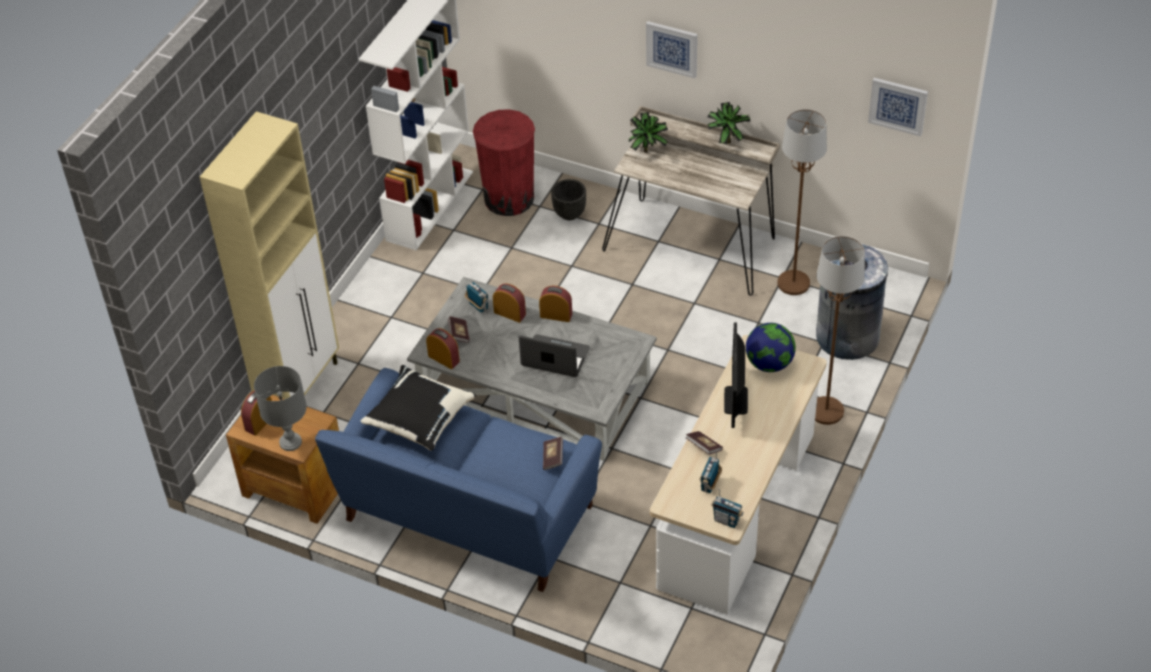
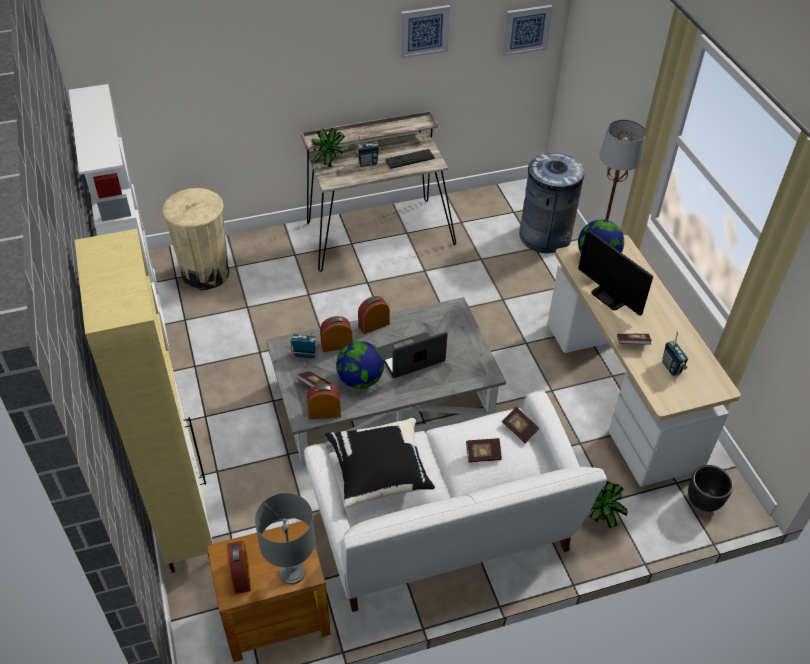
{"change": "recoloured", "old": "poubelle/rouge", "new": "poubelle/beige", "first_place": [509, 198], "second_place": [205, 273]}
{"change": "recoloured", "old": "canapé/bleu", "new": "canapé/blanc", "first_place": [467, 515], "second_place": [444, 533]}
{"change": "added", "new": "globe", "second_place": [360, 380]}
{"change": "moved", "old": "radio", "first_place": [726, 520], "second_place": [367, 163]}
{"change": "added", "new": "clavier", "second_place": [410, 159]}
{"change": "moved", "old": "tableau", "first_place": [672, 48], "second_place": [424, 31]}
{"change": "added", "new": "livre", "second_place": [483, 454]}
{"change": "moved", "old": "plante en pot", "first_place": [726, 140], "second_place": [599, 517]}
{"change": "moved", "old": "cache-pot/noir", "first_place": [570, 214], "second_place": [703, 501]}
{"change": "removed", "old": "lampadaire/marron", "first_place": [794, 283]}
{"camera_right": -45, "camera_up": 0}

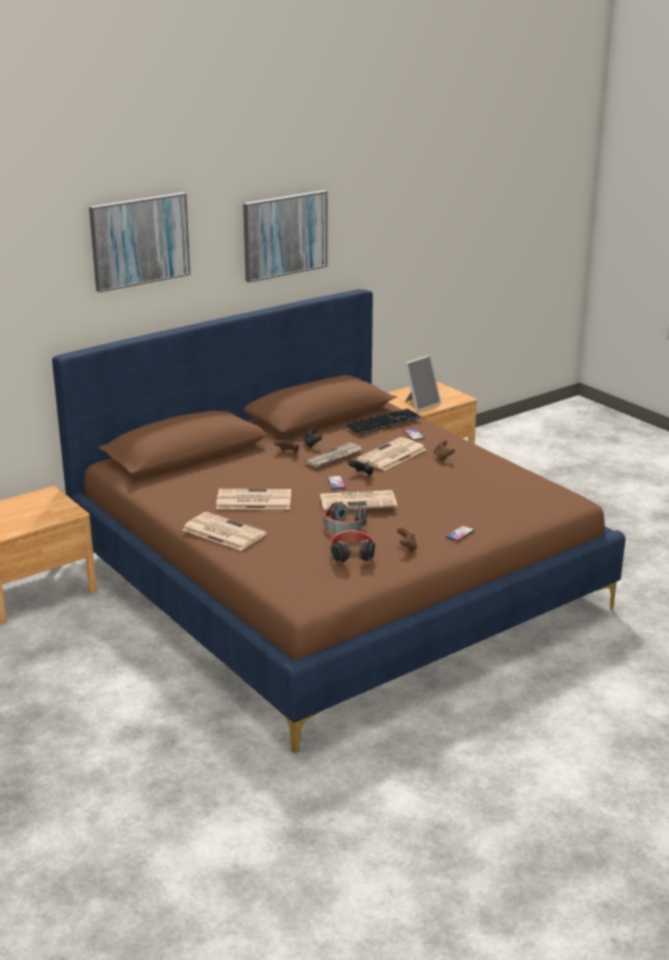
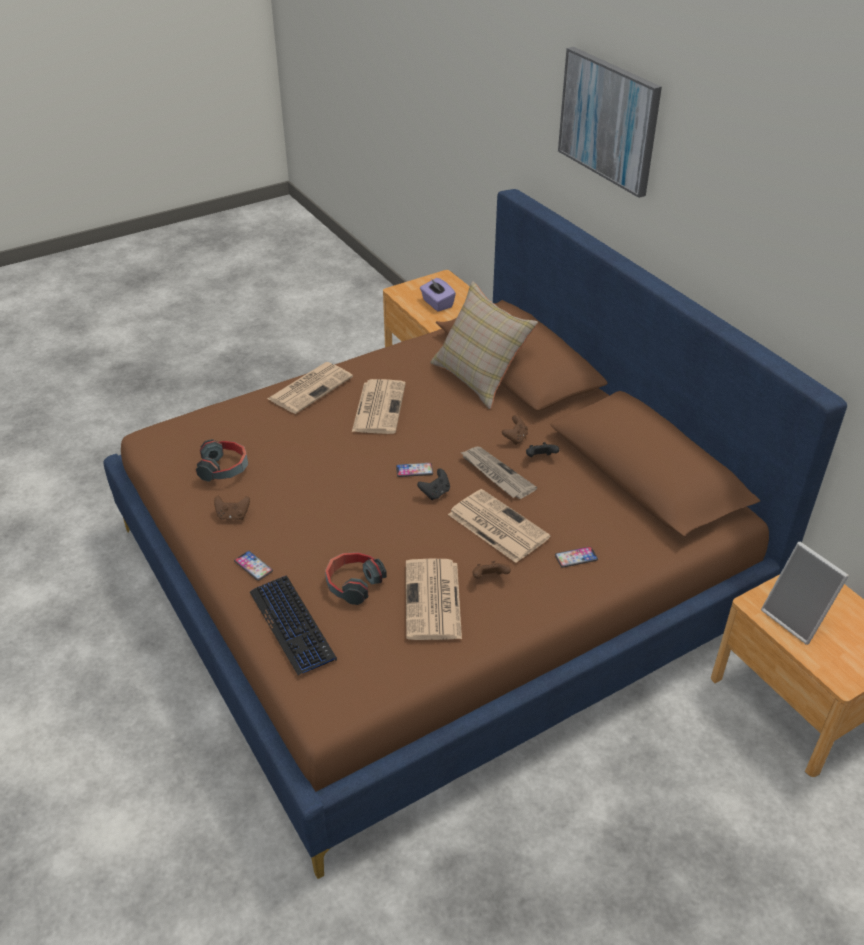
{"change": "moved", "old": "clavier", "first_place": [383, 423], "second_place": [293, 625]}
{"change": "moved", "old": "casque audio", "first_place": [344, 527], "second_place": [353, 584]}
{"change": "moved", "old": "journal", "first_place": [359, 501], "second_place": [433, 601]}
{"change": "added", "new": "boîte à mouchoirs/violet", "second_place": [437, 304]}
{"change": "added", "new": "coussin/beige", "second_place": [479, 377]}
{"change": "removed", "old": "tableau", "first_place": [284, 235]}
{"camera_right": 95, "camera_up": 15}

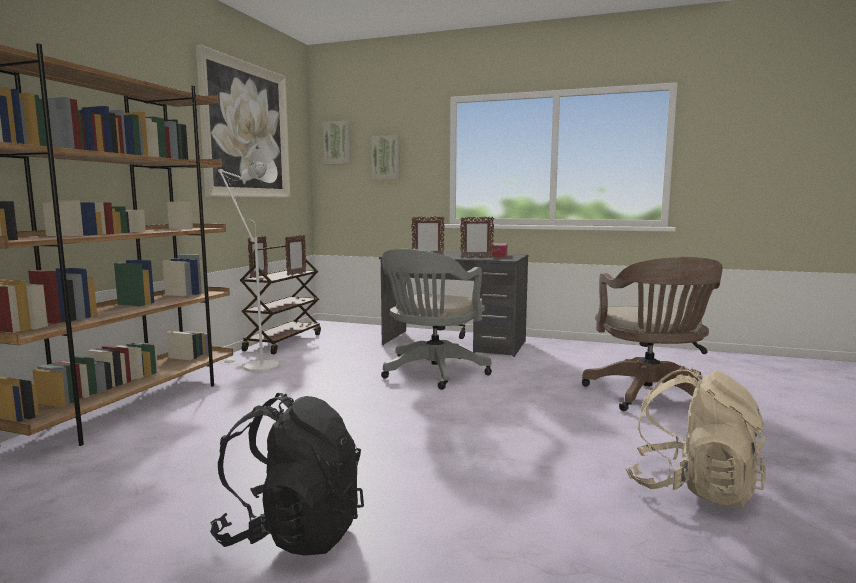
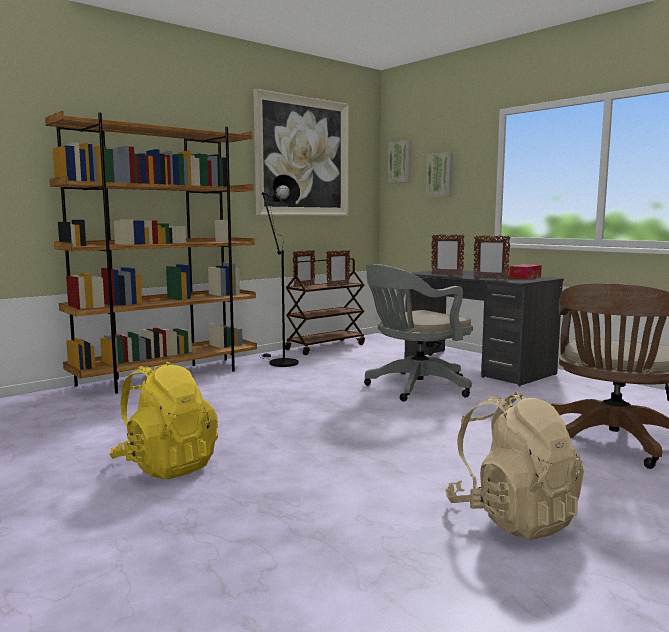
{"change": "recoloured", "old": "sac à dos/noir", "new": "sac à dos/jaune", "first_place": [293, 533], "second_place": [166, 466]}
{"change": "recoloured", "old": "lampadaire/blanc", "new": "lampadaire/noir", "first_place": [255, 366], "second_place": [280, 362]}
{"camera_right": 30, "camera_up": 0}

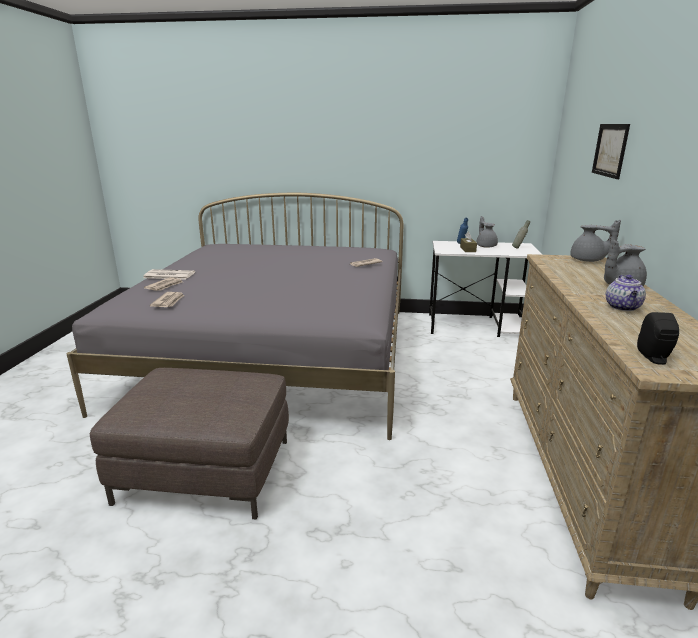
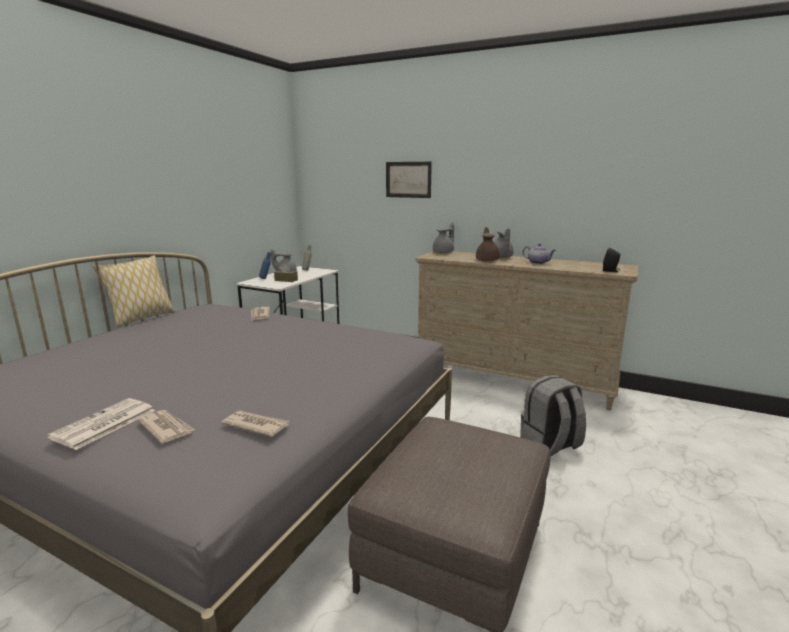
{"change": "added", "new": "coussin", "second_place": [141, 319]}
{"change": "added", "new": "théière/marron", "second_place": [487, 260]}
{"change": "added", "new": "sac à dos/gris", "second_place": [550, 445]}
{"camera_right": -70, "camera_up": -5}

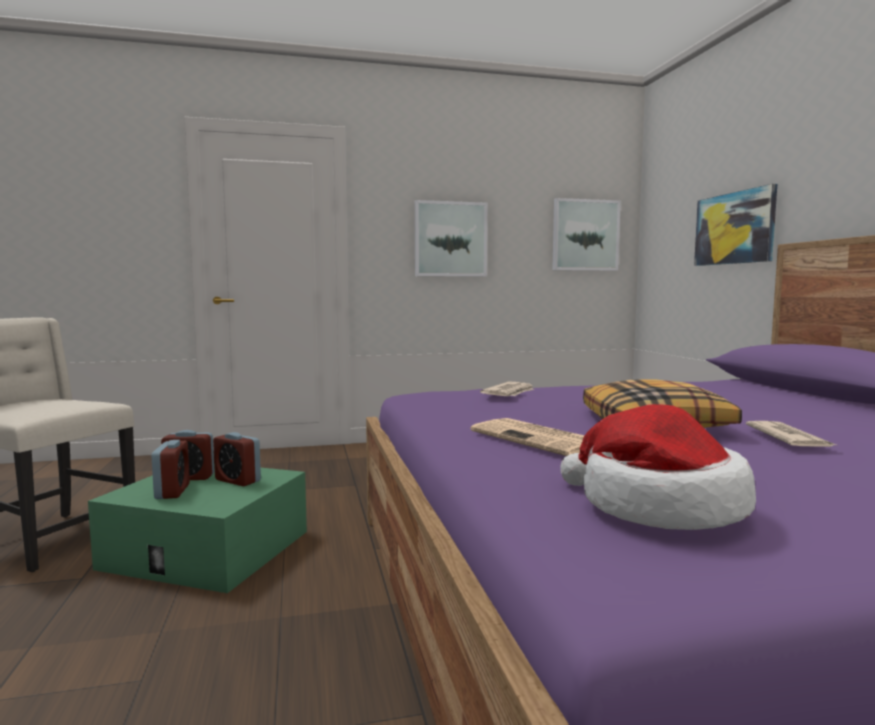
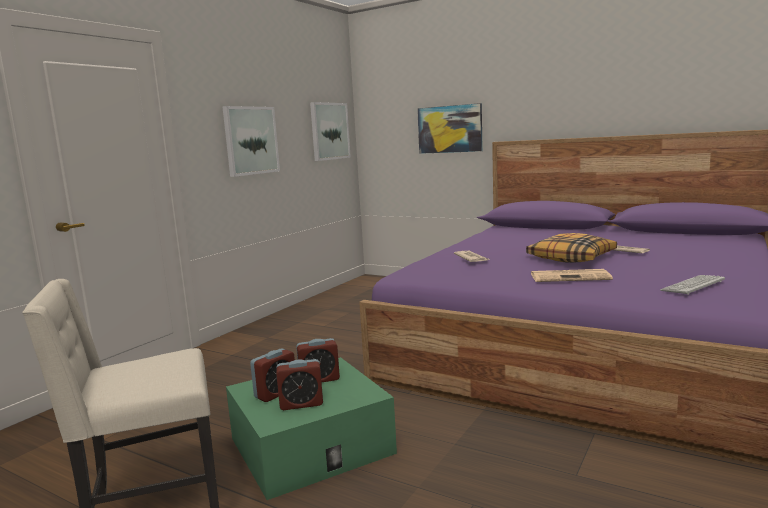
{"change": "turned", "old": "réveil", "first_place": [172, 491], "second_place": [301, 404], "degrees": 135}
{"change": "replaced", "old": "chapeau", "new": "clavier", "first_place": [657, 506], "second_place": [692, 285]}
{"camera_right": -45, "camera_up": 5}

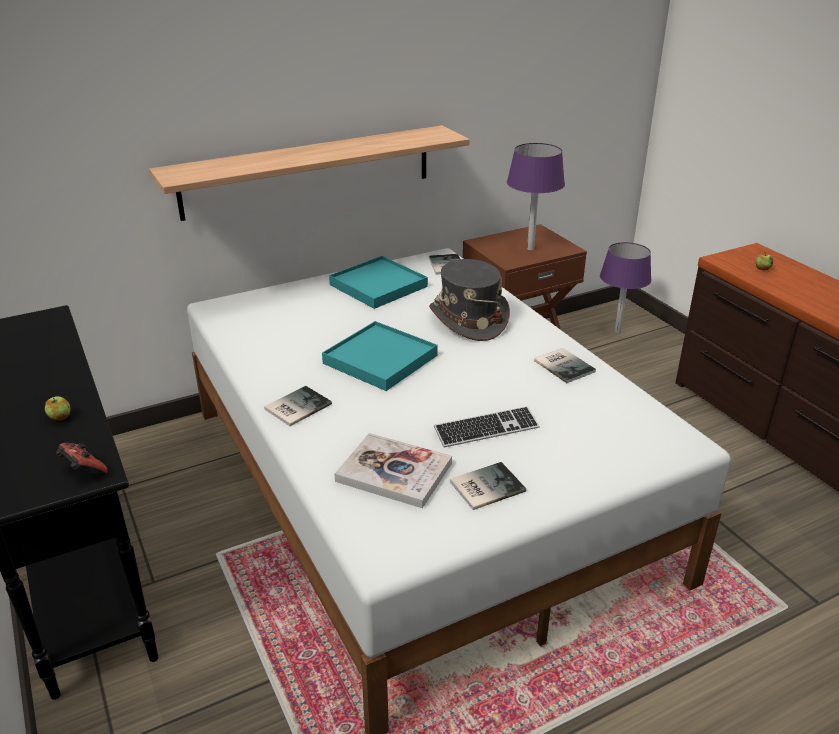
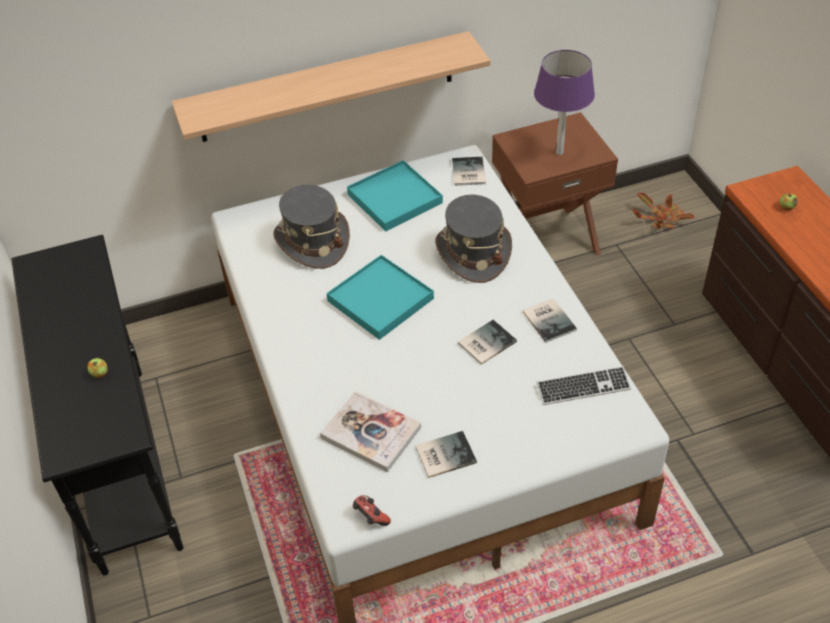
{"change": "added", "new": "chapeau/gris", "second_place": [312, 241]}
{"change": "moved", "old": "manette", "first_place": [83, 471], "second_place": [370, 517]}
{"change": "moved", "old": "livre", "first_place": [295, 407], "second_place": [485, 342]}
{"change": "moved", "old": "clavier", "first_place": [486, 429], "second_place": [583, 387]}
{"change": "replaced", "old": "lampe de table/violet", "new": "plante en pot", "first_place": [617, 332], "second_place": [661, 219]}
{"camera_right": 10, "camera_up": 15}

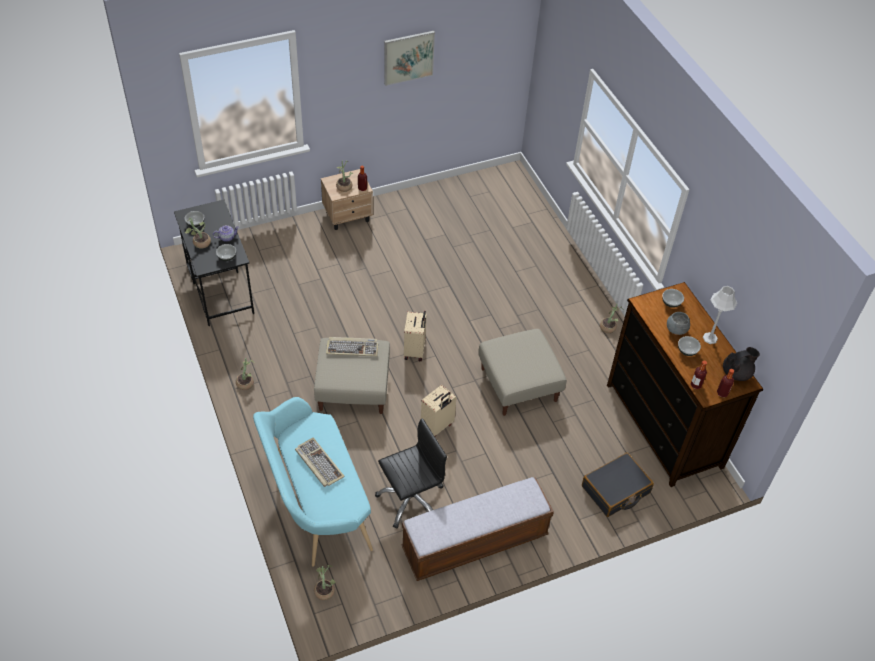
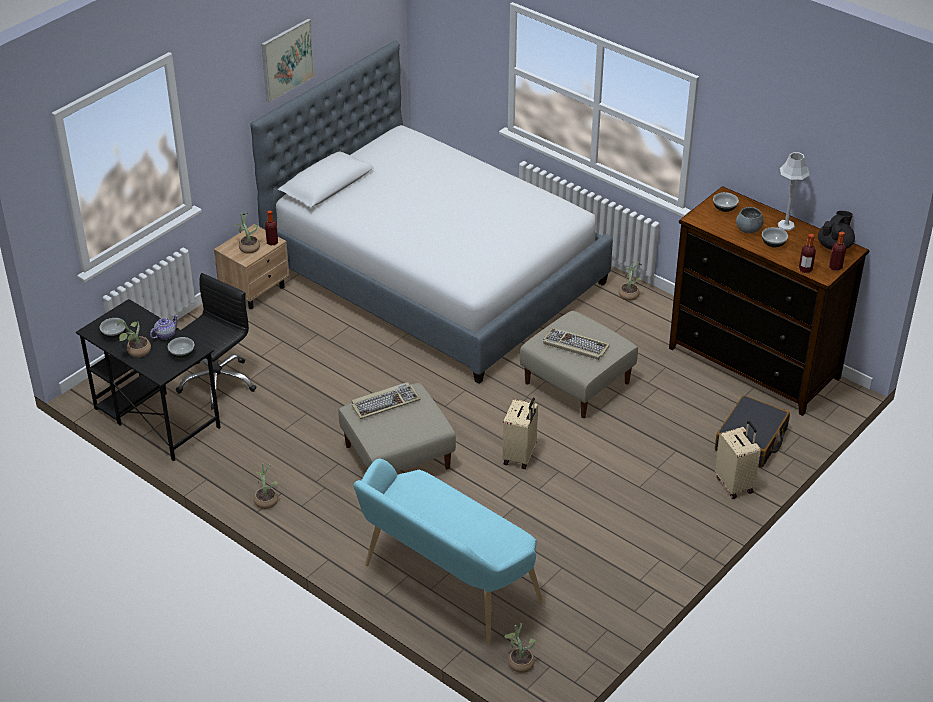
{"change": "moved", "old": "chaise de bureau/noir", "first_place": [411, 499], "second_place": [217, 383]}
{"change": "added", "new": "lit", "second_place": [435, 274]}
{"change": "moved", "old": "clavier", "first_place": [318, 463], "second_place": [574, 345]}
{"change": "moved", "old": "valise/beige", "first_place": [415, 351], "second_place": [735, 484]}
{"change": "removed", "old": "banc", "first_place": [474, 542]}
{"camera_right": -25, "camera_up": -10}

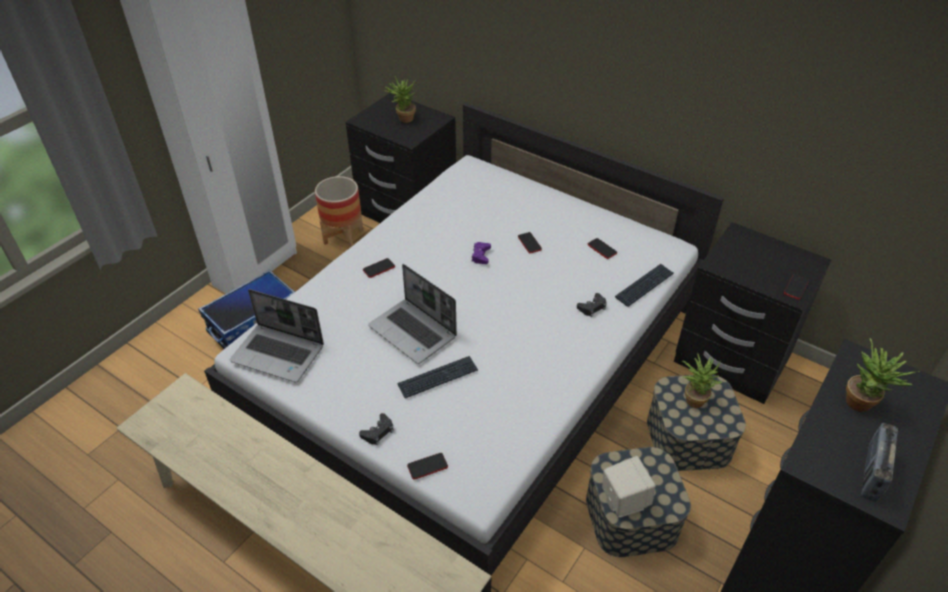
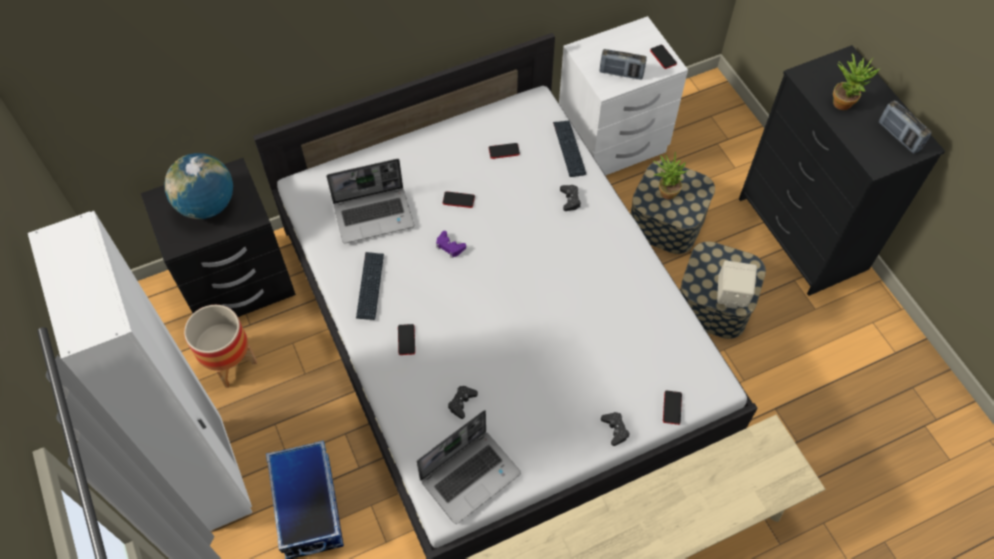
{"change": "replaced", "old": "plante en pot", "new": "globe", "first_place": [403, 119], "second_place": [207, 205]}
{"change": "moved", "old": "ordinateur portable", "first_place": [414, 332], "second_place": [374, 215]}
{"change": "moved", "old": "clavier", "first_place": [438, 378], "second_place": [370, 286]}
{"change": "added", "new": "manette/noir", "second_place": [462, 402]}
{"change": "recoloured", "old": "table de chevet/noir", "new": "table de chevet/blanc", "first_place": [731, 360], "second_place": [612, 144]}
{"change": "added", "new": "radio", "second_place": [621, 73]}
{"camera_right": -60, "camera_up": 15}

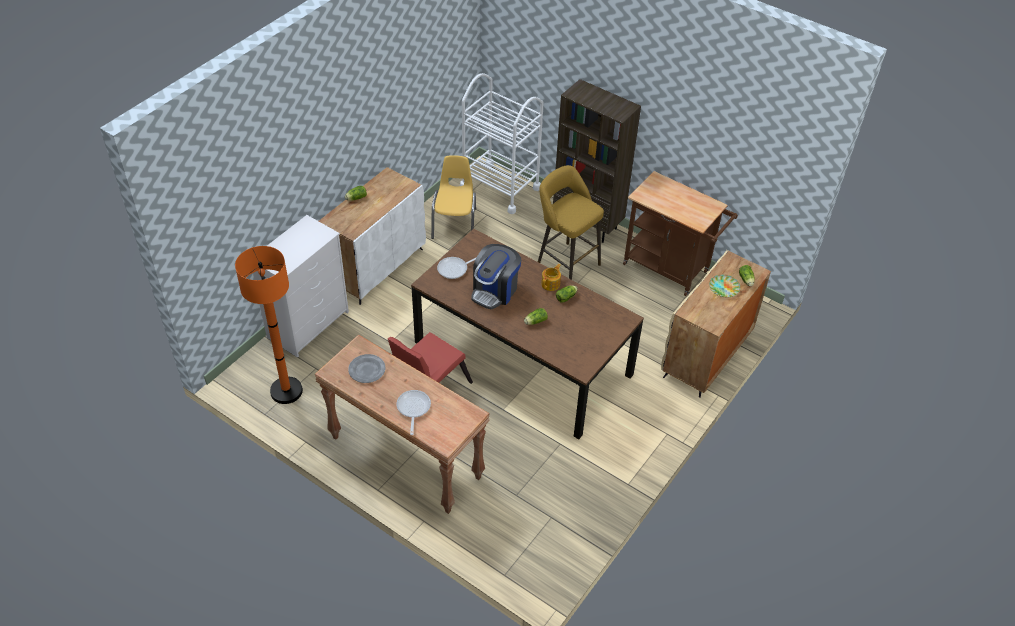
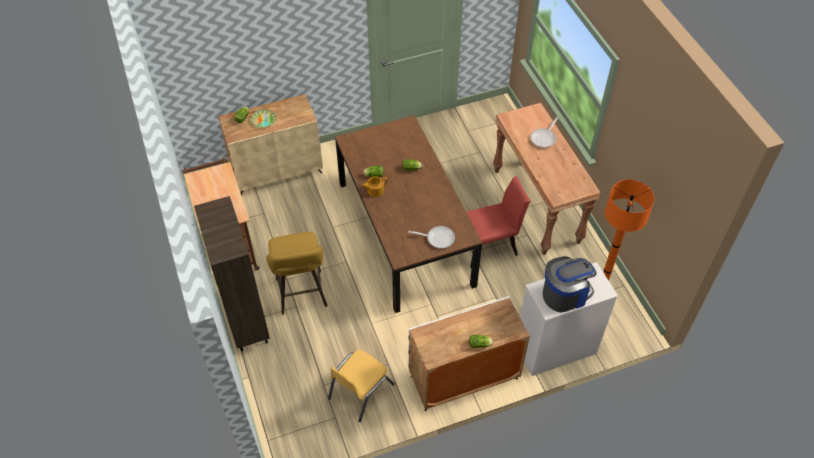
{"change": "moved", "old": "machine à café", "first_place": [495, 290], "second_place": [565, 294]}
{"change": "removed", "old": "assiette/gris", "first_place": [367, 370]}
{"change": "removed", "old": "chariot/blanc", "first_place": [500, 188]}
{"camera_right": -145, "camera_up": 5}

